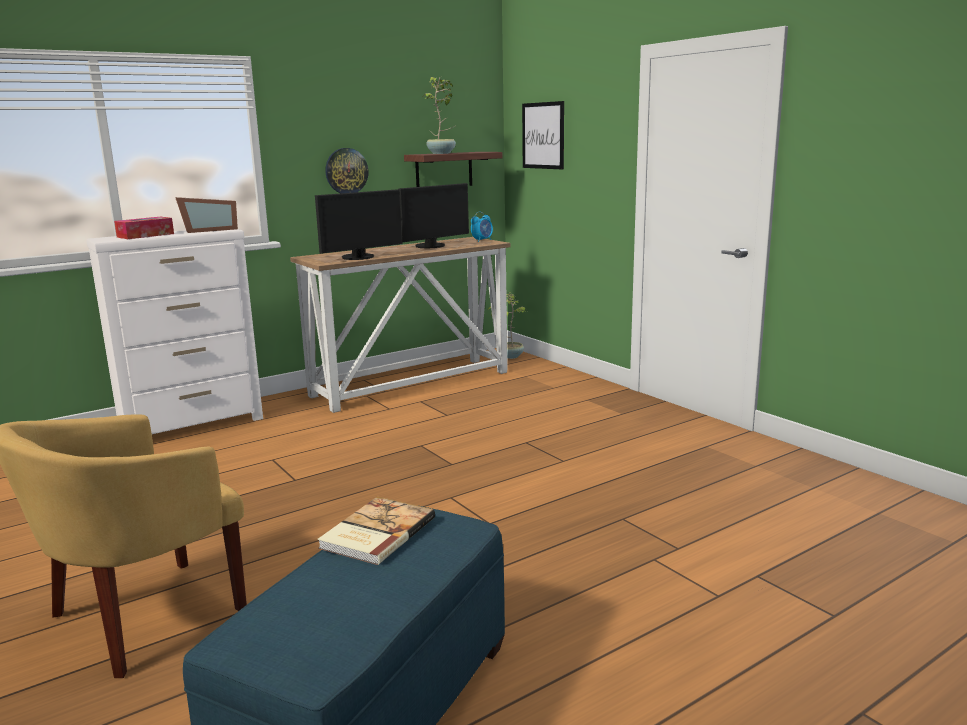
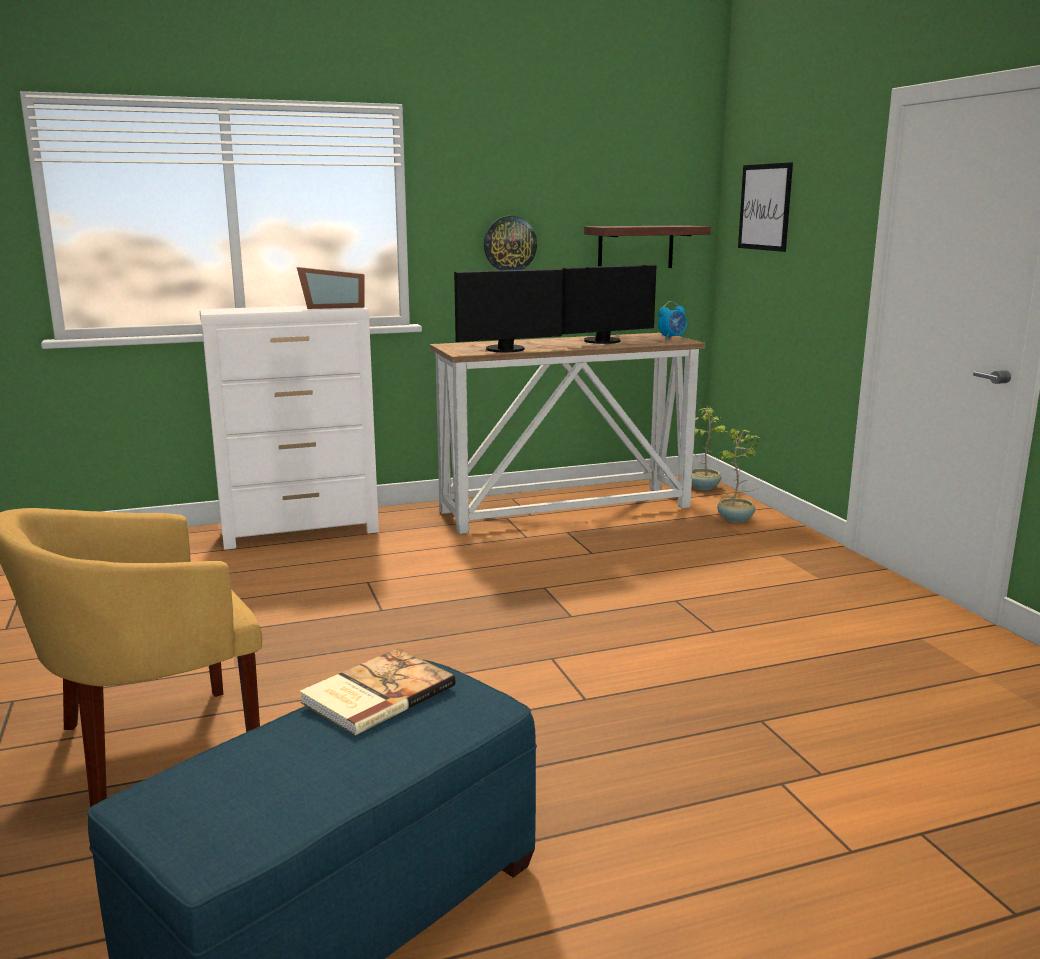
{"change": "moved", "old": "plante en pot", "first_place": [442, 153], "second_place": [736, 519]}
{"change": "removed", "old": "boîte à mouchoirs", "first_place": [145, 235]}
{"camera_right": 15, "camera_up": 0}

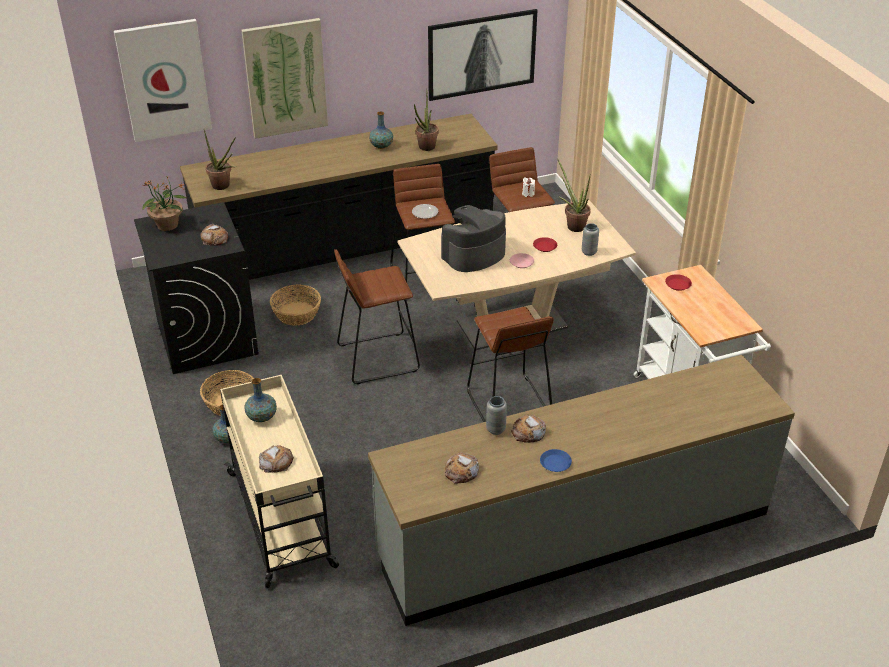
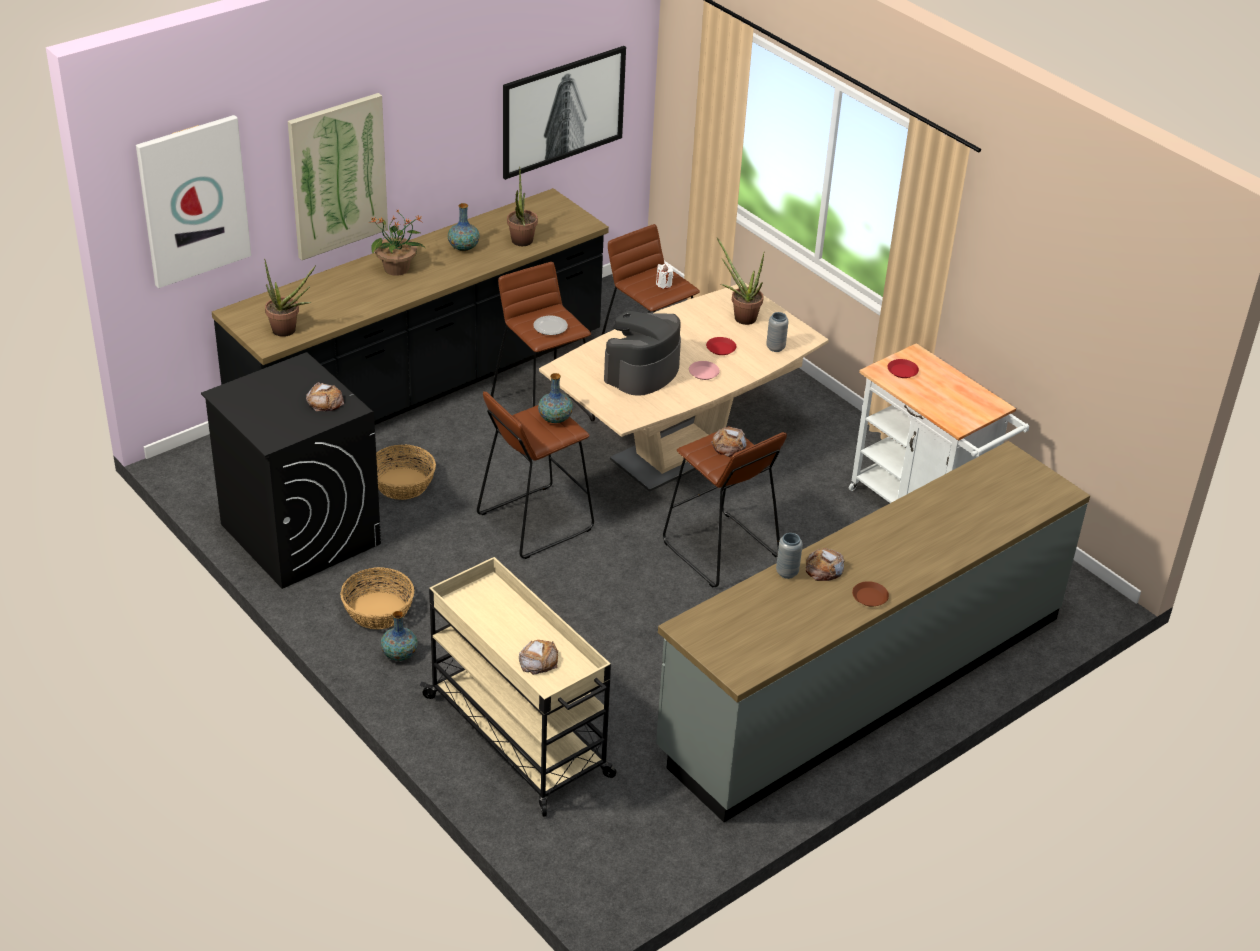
{"change": "moved", "old": "plante en pot", "first_place": [168, 225], "second_place": [397, 269]}
{"change": "moved", "old": "vase", "first_place": [262, 417], "second_place": [555, 418]}
{"change": "moved", "old": "pain", "first_place": [461, 471], "second_place": [729, 445]}
{"change": "recoloured", "old": "assiette/bleu", "new": "assiette/marron", "first_place": [555, 463], "second_place": [870, 597]}
{"camera_right": -20, "camera_up": 0}

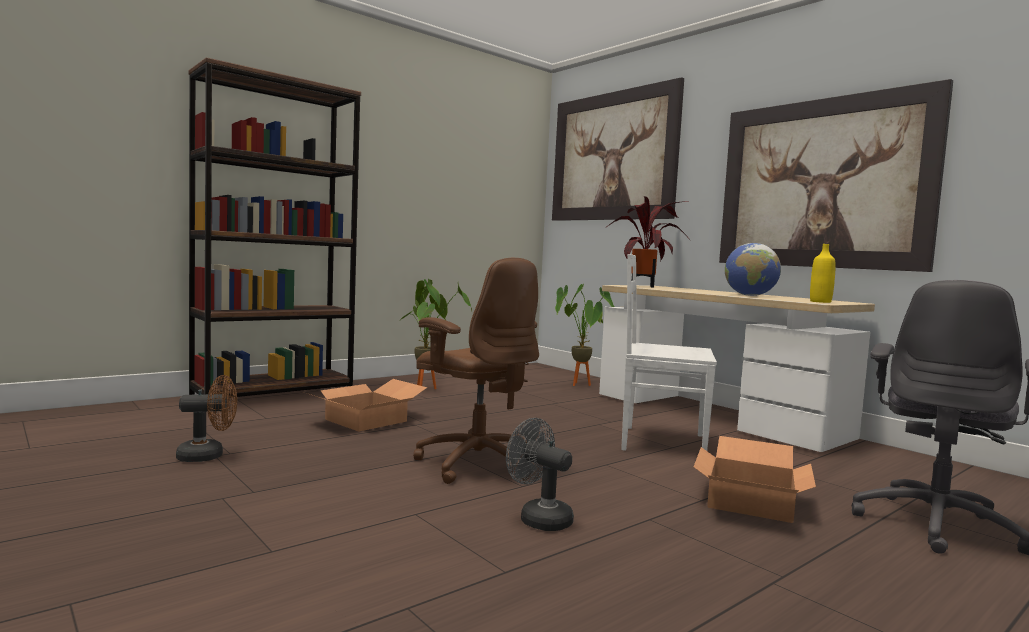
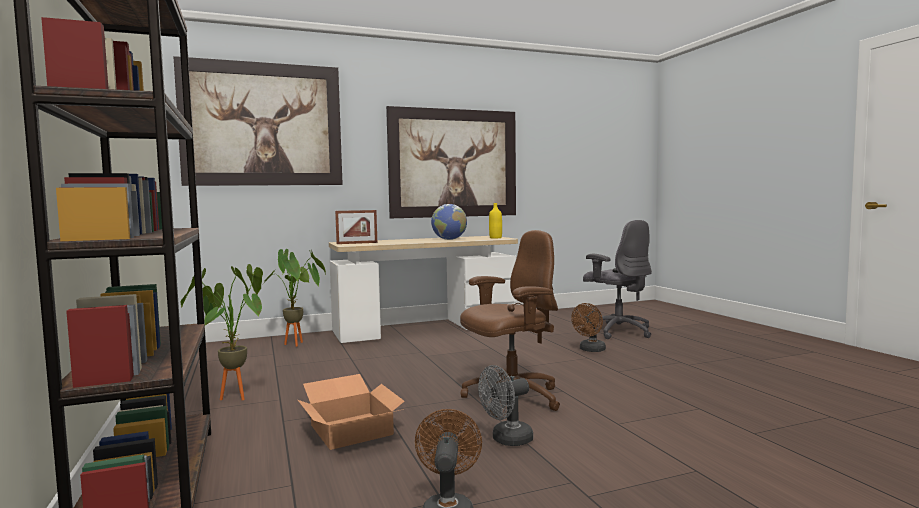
{"change": "replaced", "old": "plante en pot", "new": "cadre photo", "first_place": [645, 286], "second_place": [357, 243]}
{"change": "moved", "old": "ventilateur/gris", "first_place": [539, 518], "second_place": [506, 440]}
{"change": "replaced", "old": "carton", "new": "ventilateur/marron", "first_place": [752, 501], "second_place": [590, 350]}
{"change": "removed", "old": "chaise/blanc", "first_place": [660, 442]}
{"camera_right": -70, "camera_up": 0}

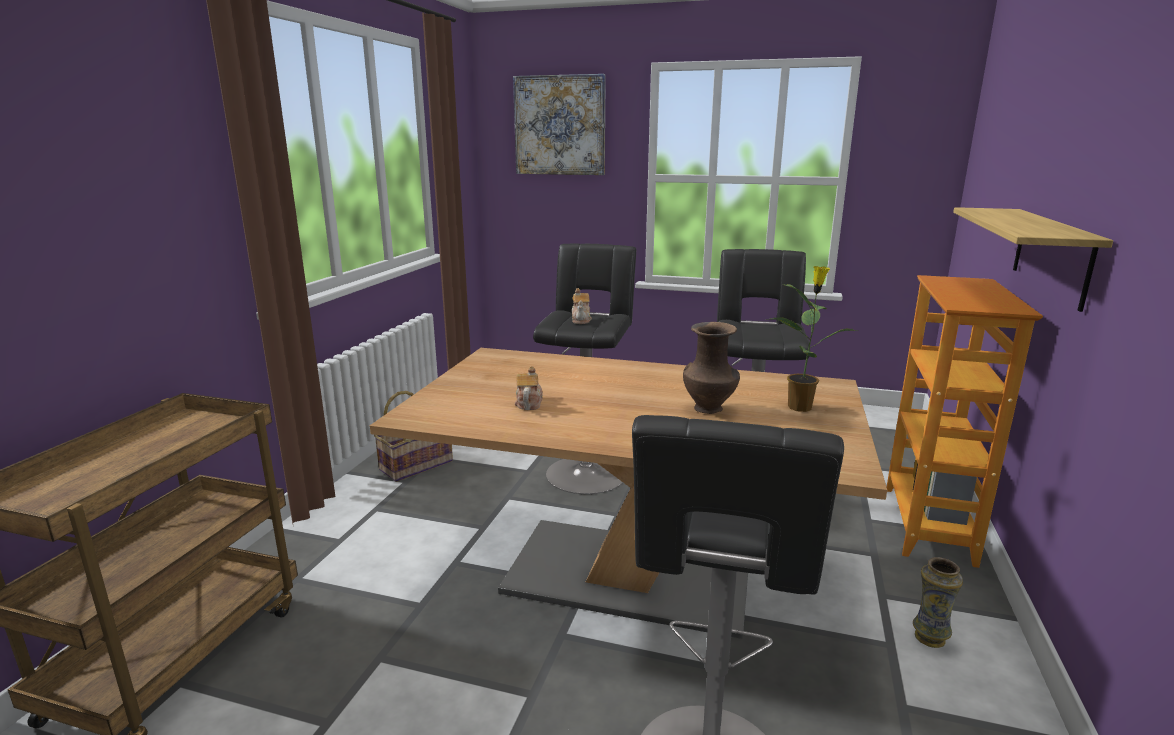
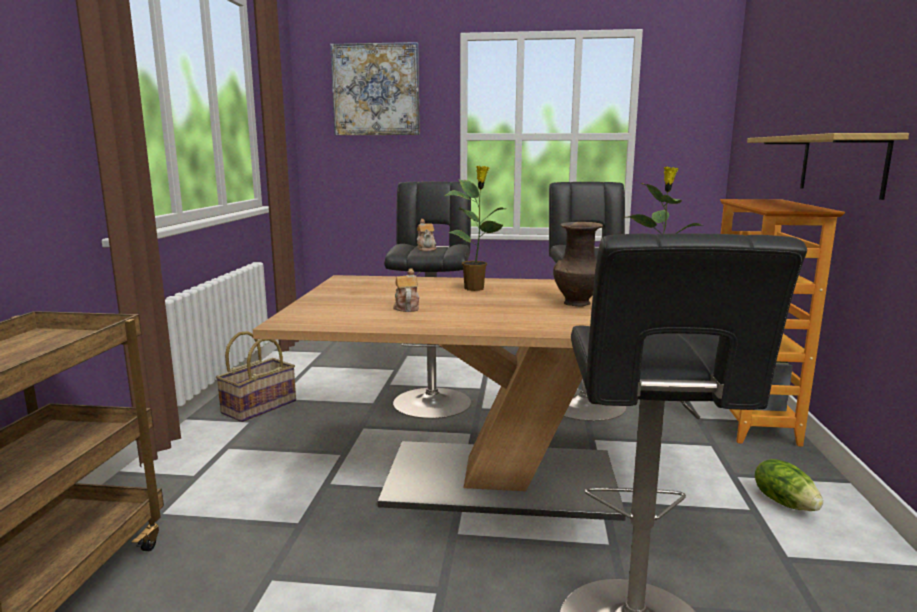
{"change": "added", "new": "plante en pot", "second_place": [475, 288]}
{"change": "replaced", "old": "vase", "new": "laitue", "first_place": [929, 637], "second_place": [785, 502]}
{"camera_right": -10, "camera_up": -5}

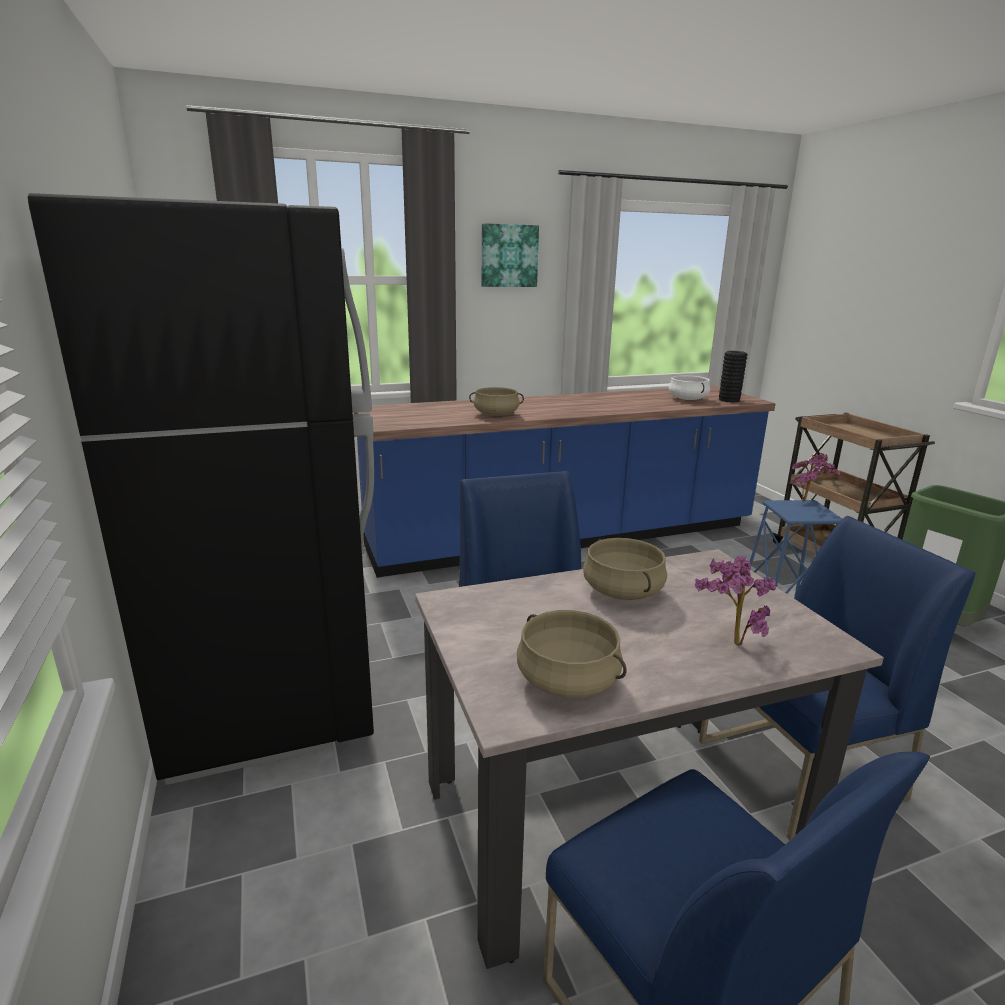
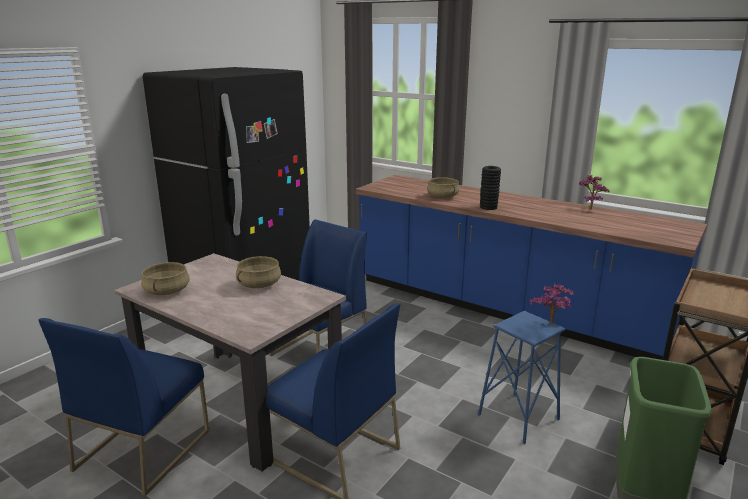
{"change": "moved", "old": "vase/noir", "first_place": [729, 400], "second_place": [488, 207]}
{"change": "moved", "old": "plante en pot", "first_place": [730, 642], "second_place": [589, 209]}
{"change": "removed", "old": "tableau", "first_place": [508, 256]}
{"change": "removed", "old": "marmite/blanc", "first_place": [688, 399]}
{"camera_right": 55, "camera_up": 0}

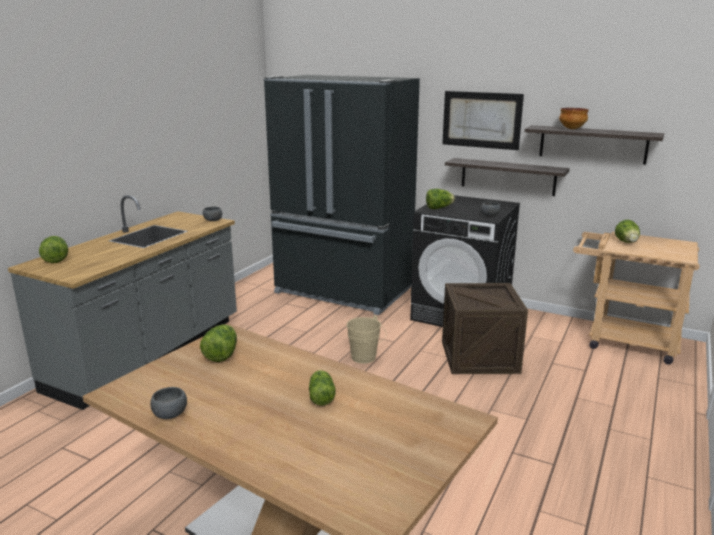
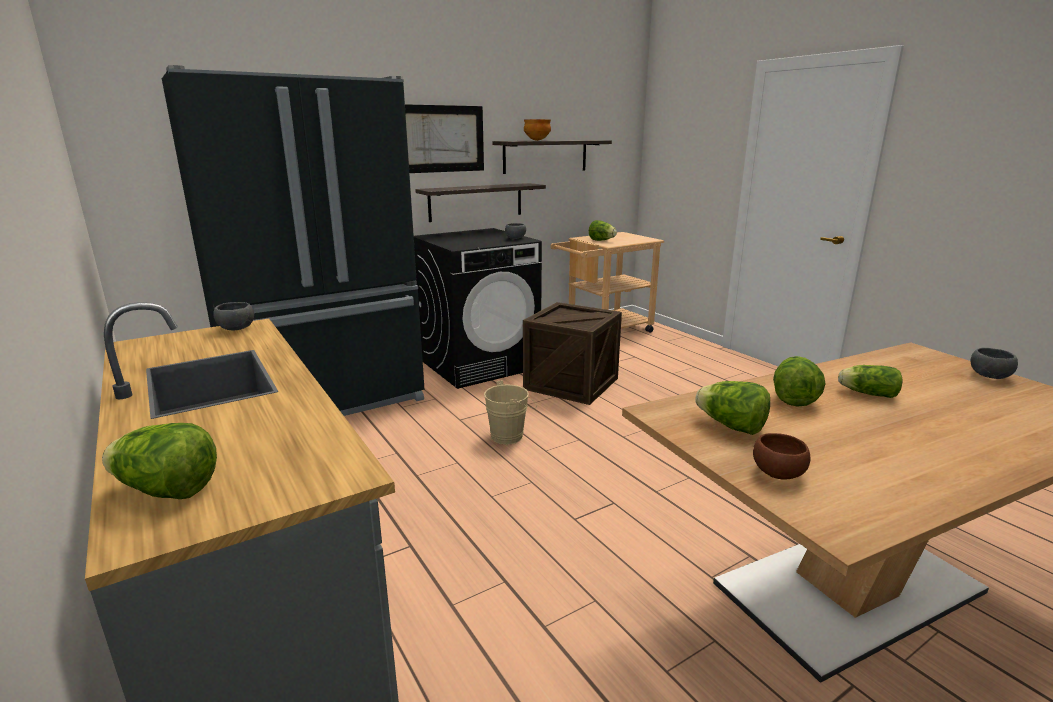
{"change": "added", "new": "bol/marron", "second_place": [777, 474]}
{"change": "moved", "old": "laitue", "first_place": [439, 208], "second_place": [793, 398]}
{"change": "moved", "old": "bol/gris", "first_place": [171, 414], "second_place": [988, 376]}
{"camera_right": -60, "camera_up": 0}

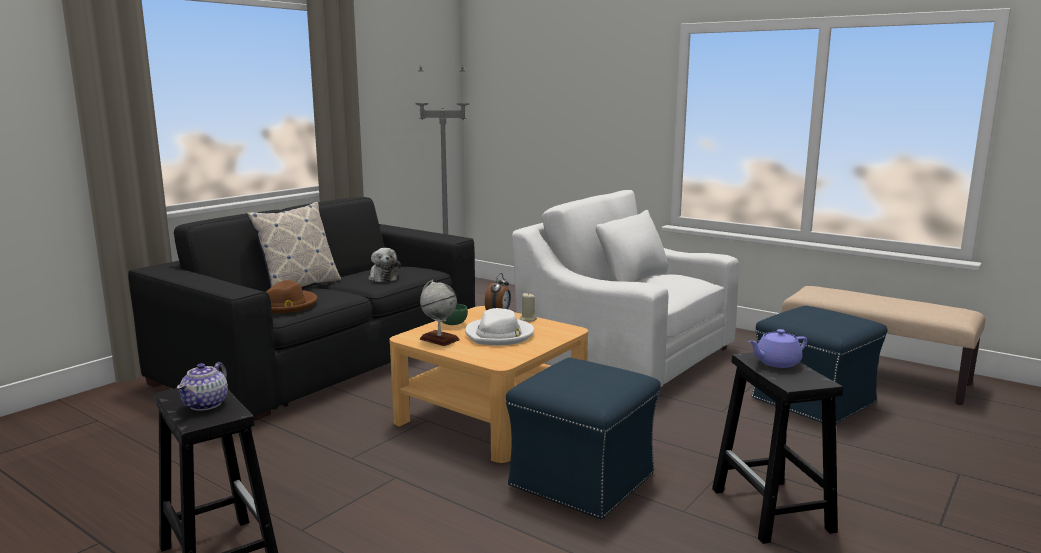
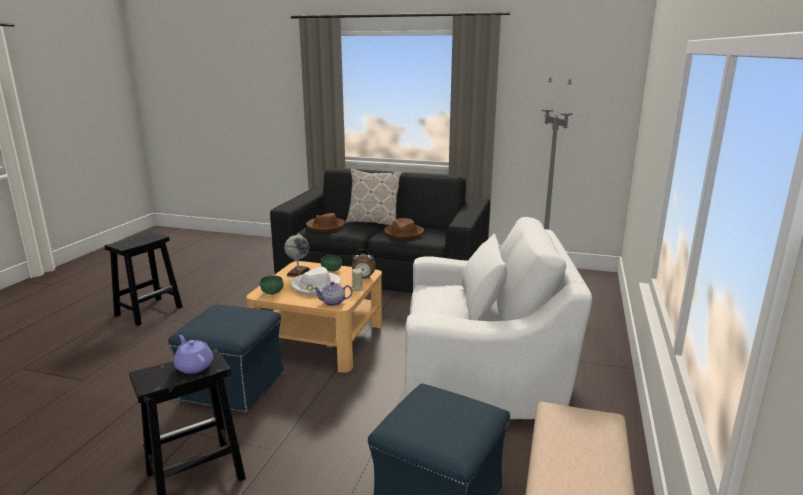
{"change": "added", "new": "bol/vert", "second_place": [272, 292]}
{"change": "moved", "old": "théière", "first_place": [206, 404], "second_place": [333, 303]}
{"change": "replaced", "old": "peluche", "new": "chapeau/marron", "first_place": [382, 277], "second_place": [404, 233]}
{"change": "turned", "old": "fauteuil/blanc", "first_place": [625, 354], "second_place": [483, 373], "degrees": 75}
{"camera_right": 70, "camera_up": 5}

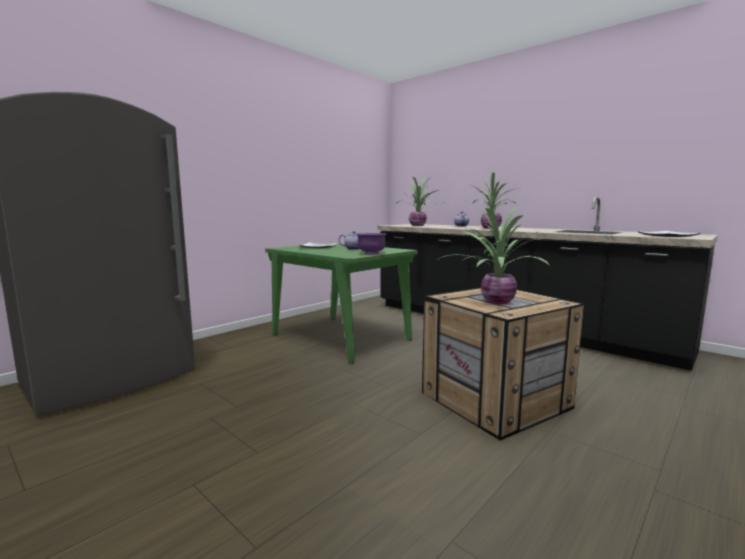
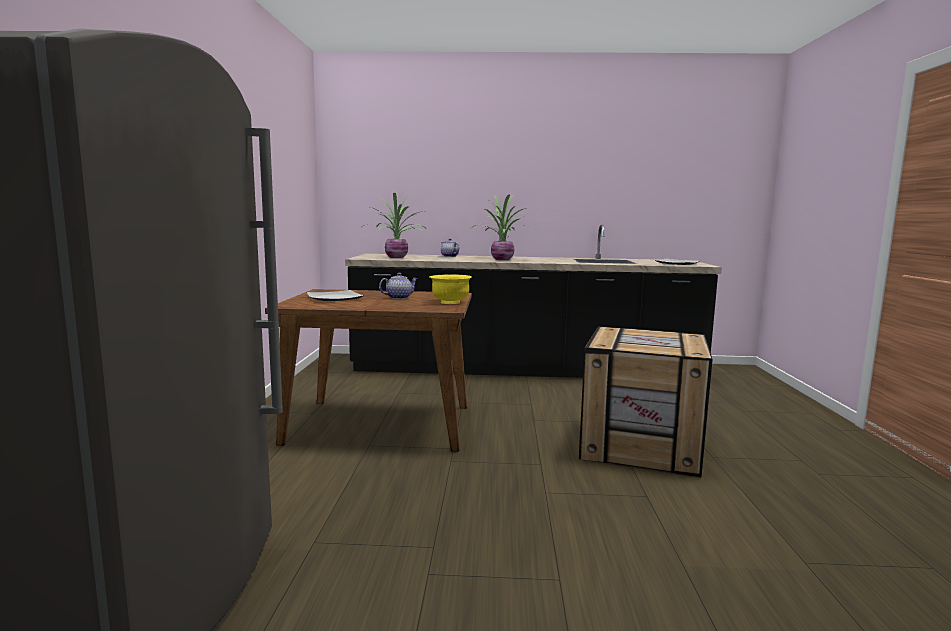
{"change": "recoloured", "old": "table à manger/vert", "new": "table à manger/marron", "first_place": [341, 337], "second_place": [382, 424]}
{"change": "recoloured", "old": "bol/violet", "new": "bol/jaune", "first_place": [371, 253], "second_place": [450, 302]}
{"change": "removed", "old": "plante en pot", "first_place": [495, 301]}
{"camera_right": -40, "camera_up": 0}

